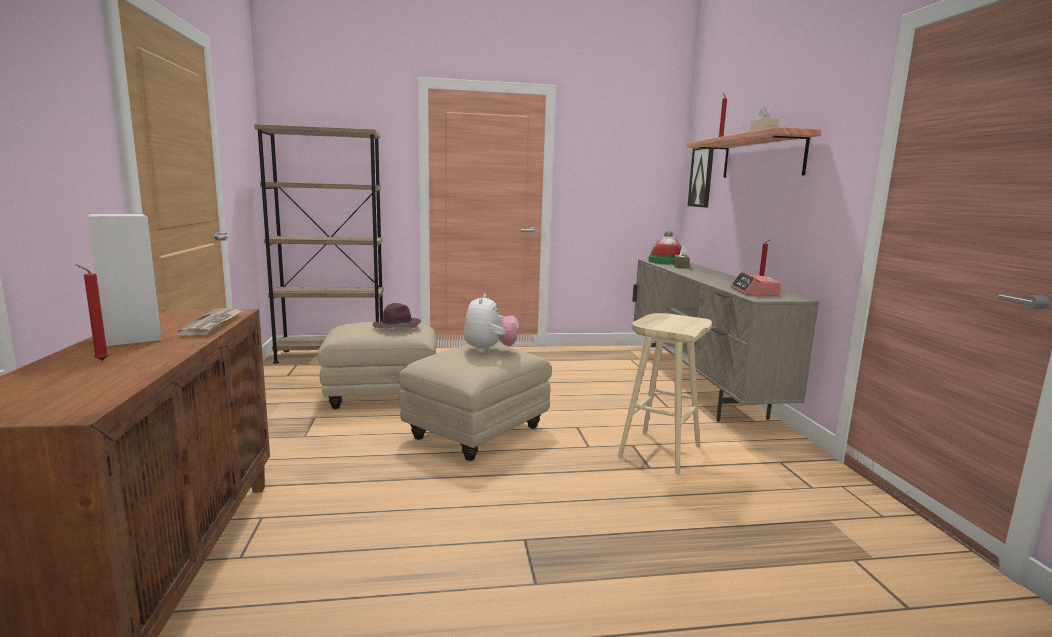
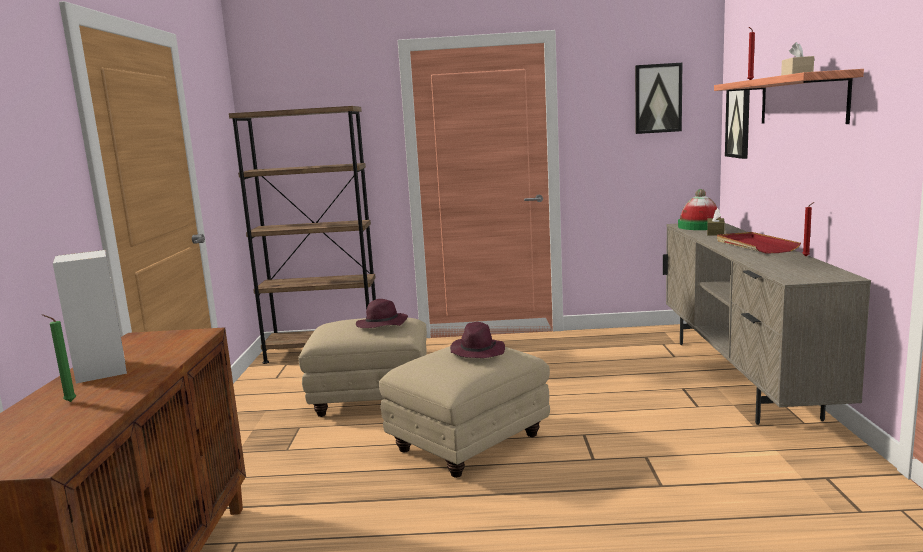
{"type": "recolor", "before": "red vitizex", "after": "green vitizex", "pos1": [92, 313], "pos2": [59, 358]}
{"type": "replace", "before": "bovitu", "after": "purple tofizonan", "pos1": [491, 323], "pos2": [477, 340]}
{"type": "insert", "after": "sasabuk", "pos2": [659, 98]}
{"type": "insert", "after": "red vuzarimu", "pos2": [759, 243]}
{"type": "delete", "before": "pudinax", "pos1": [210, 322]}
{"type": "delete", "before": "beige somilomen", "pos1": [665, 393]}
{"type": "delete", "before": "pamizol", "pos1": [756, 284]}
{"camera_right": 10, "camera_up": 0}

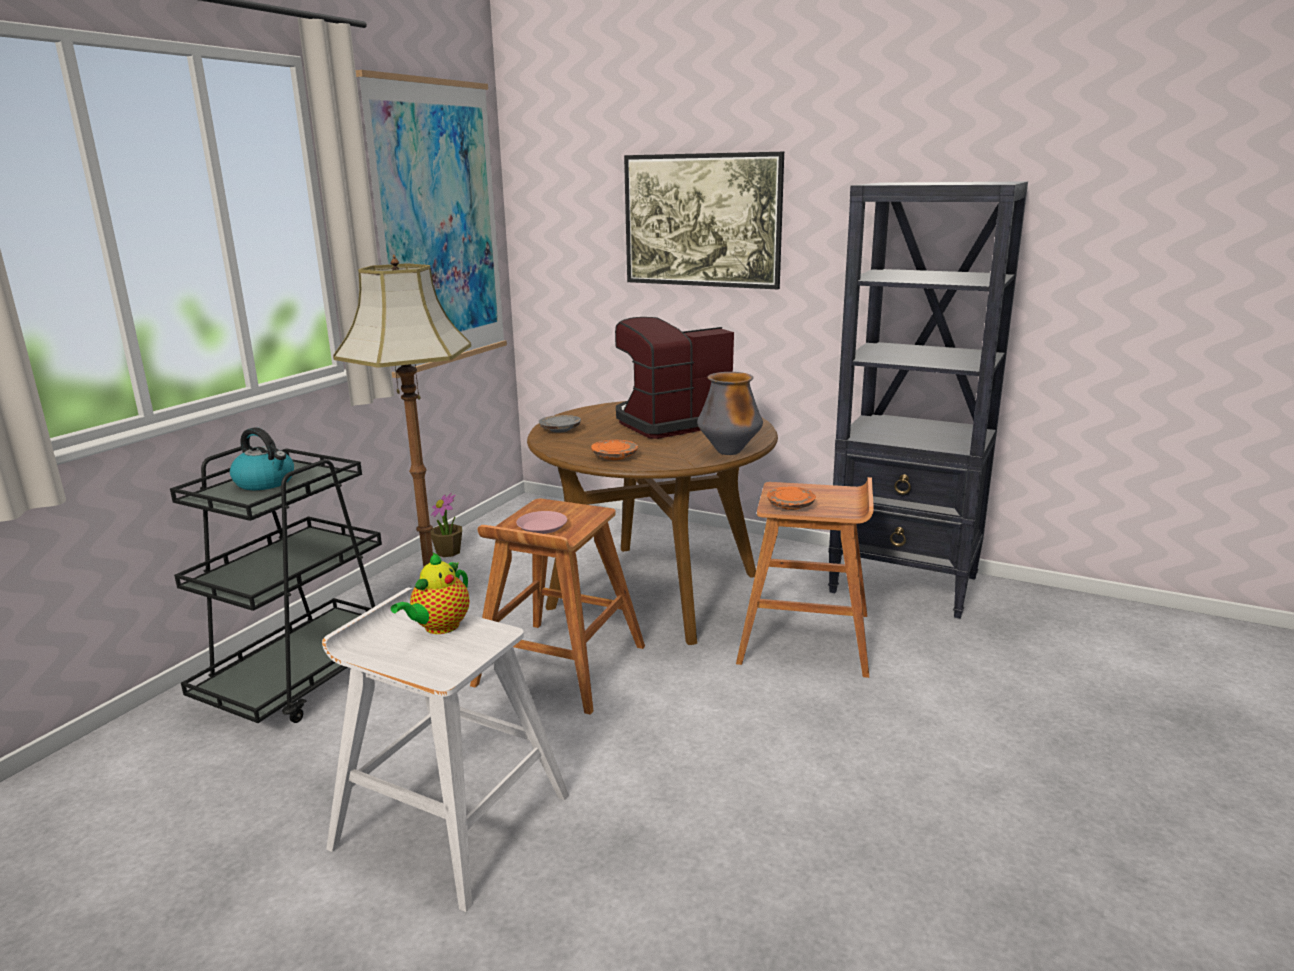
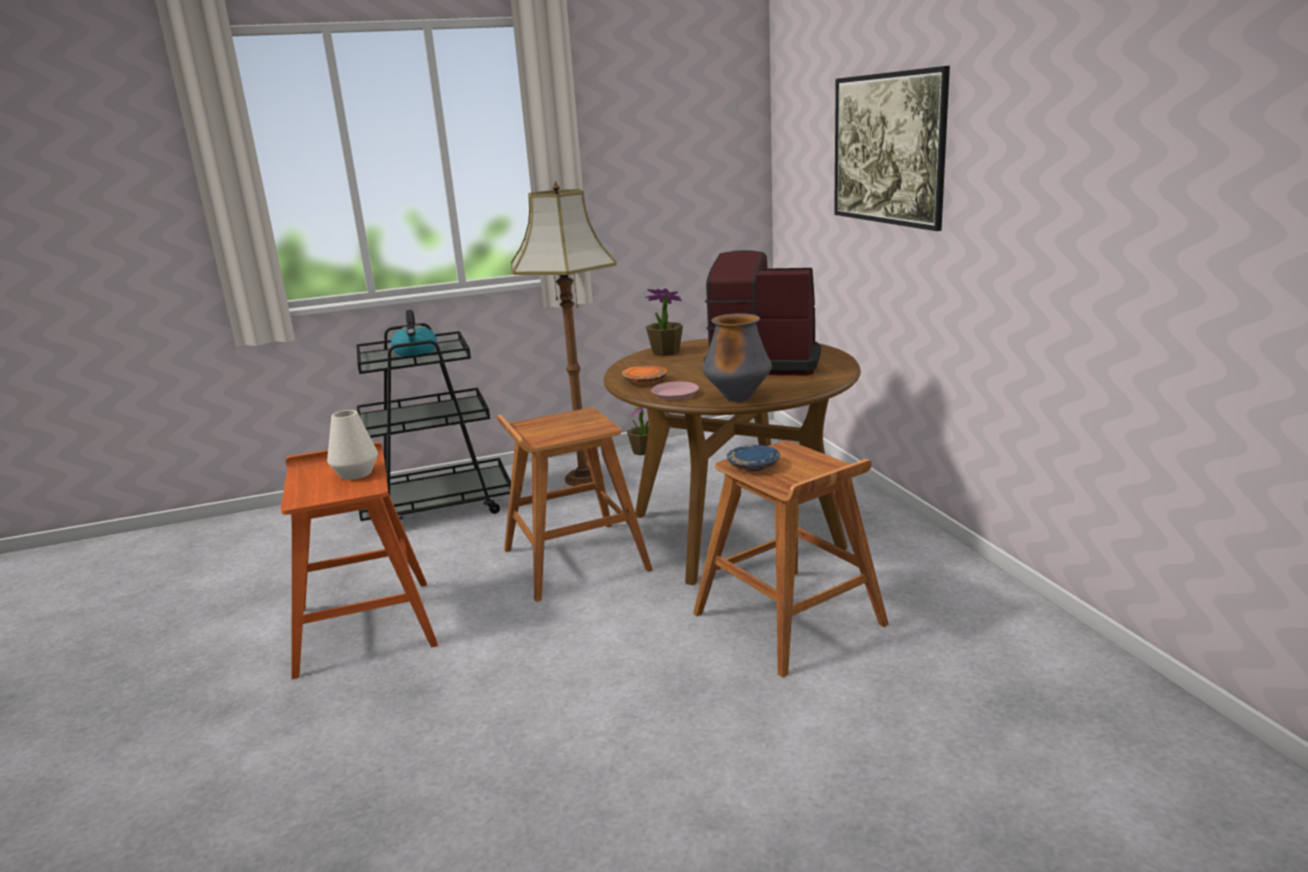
{"type": "recolor", "before": "white somilomen", "after": "orange somilomen", "pos1": [445, 749], "pos2": [359, 560]}
{"type": "replace", "before": "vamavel", "after": "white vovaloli", "pos1": [430, 593], "pos2": [352, 445]}
{"type": "replace", "before": "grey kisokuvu", "after": "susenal", "pos1": [559, 423], "pos2": [664, 322]}
{"type": "move", "before": "pink kisokuvu", "pos1": [541, 522], "pos2": [675, 390]}
{"type": "recolor", "before": "orange kisokuvu", "after": "blue kisokuvu", "pos1": [791, 498], "pos2": [753, 458]}
{"type": "delete", "before": "sasabuk", "pos1": [431, 224]}
{"type": "delete", "before": "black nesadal", "pos1": [928, 400]}
{"camera_right": 45, "camera_up": 0}

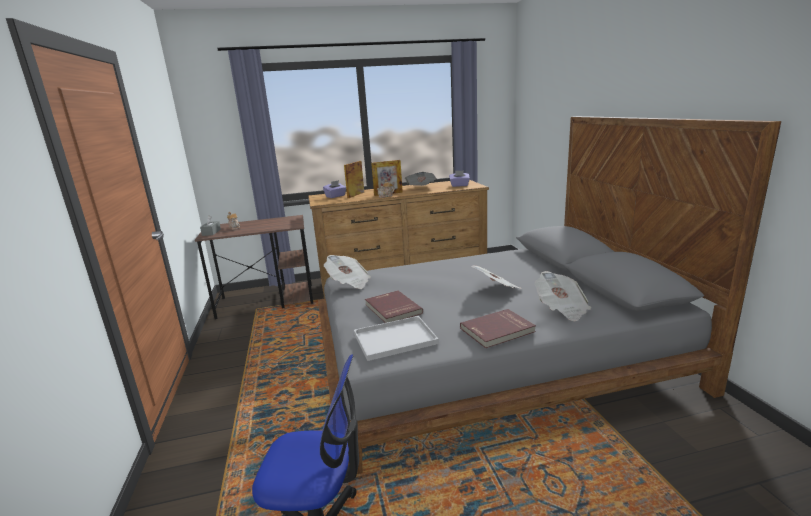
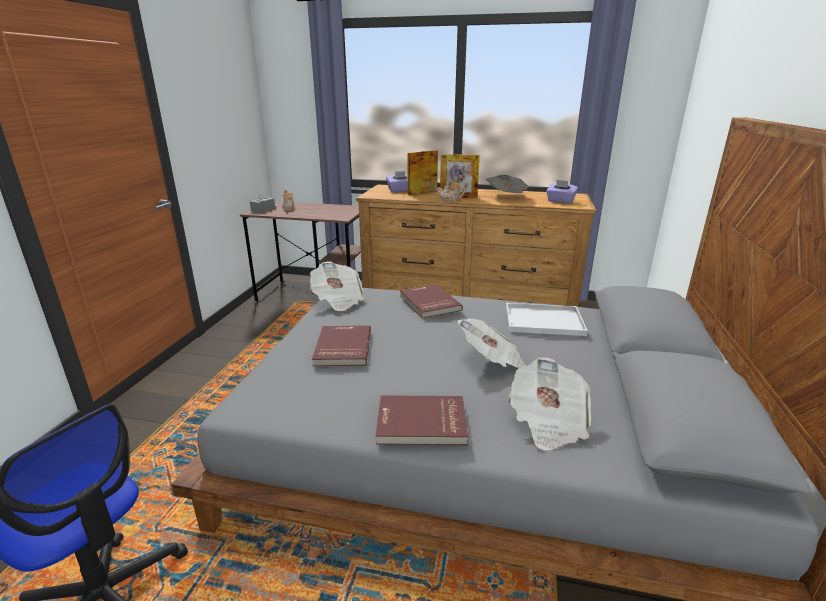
{"type": "insert", "after": "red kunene", "pos2": [431, 301]}
{"type": "move", "before": "white vuzarimu", "pos1": [396, 338], "pos2": [547, 319]}
{"camera_right": 25, "camera_up": 5}

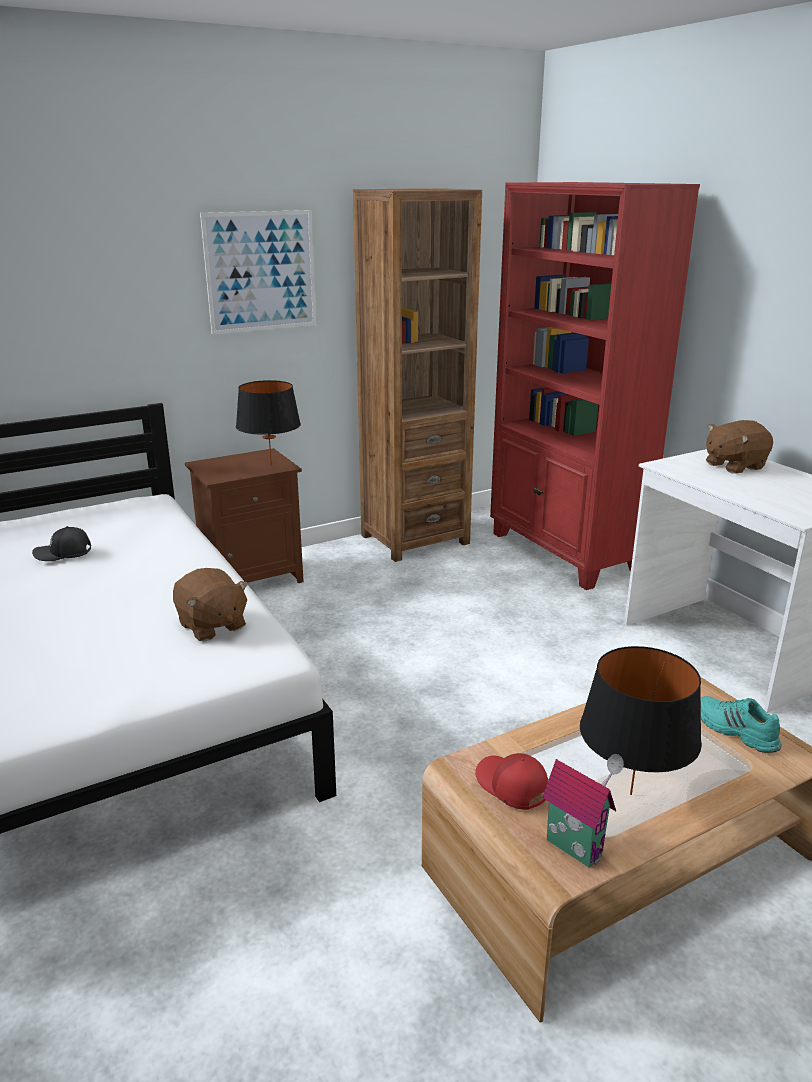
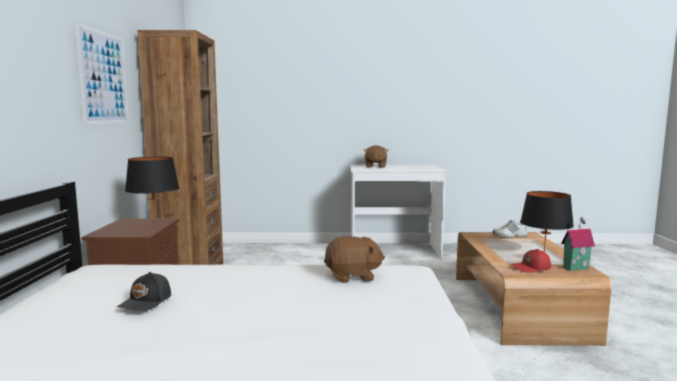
{"type": "recolor", "before": "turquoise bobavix", "after": "white bobavix", "pos1": [741, 724], "pos2": [510, 229]}
{"type": "delete", "before": "red nesadal", "pos1": [595, 386]}
{"camera_right": -60, "camera_up": -15}

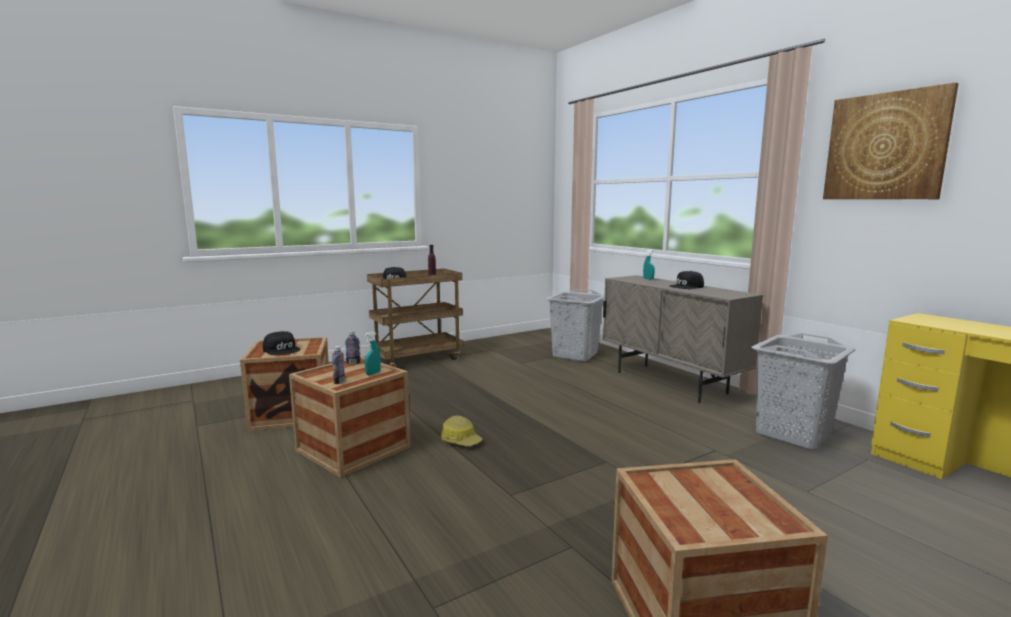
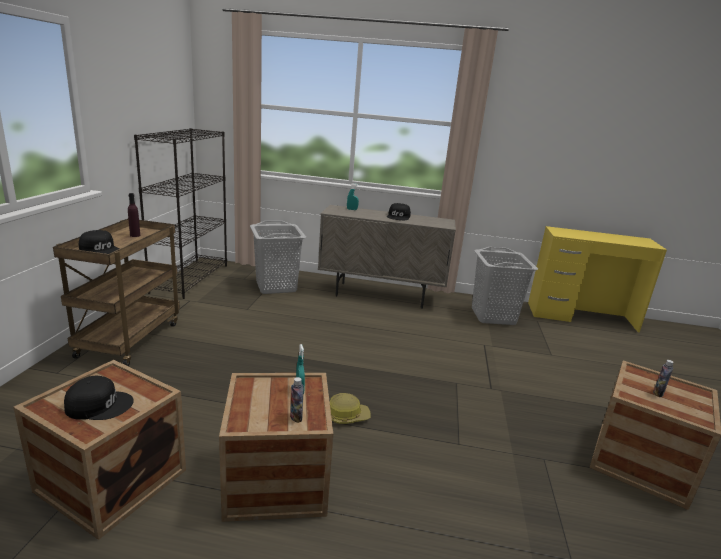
{"type": "insert", "after": "black nesadal", "pos2": [180, 213]}
{"type": "move", "before": "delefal", "pos1": [353, 347], "pos2": [663, 378]}
{"type": "delete", "before": "sasabuk", "pos1": [891, 140]}
{"camera_right": -50, "camera_up": 10}

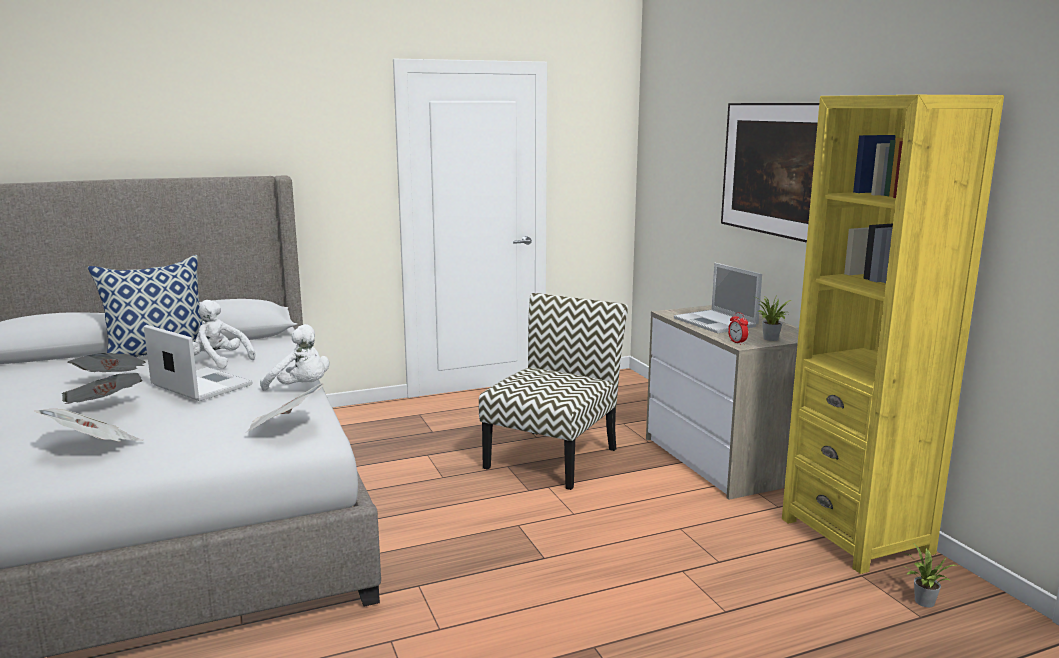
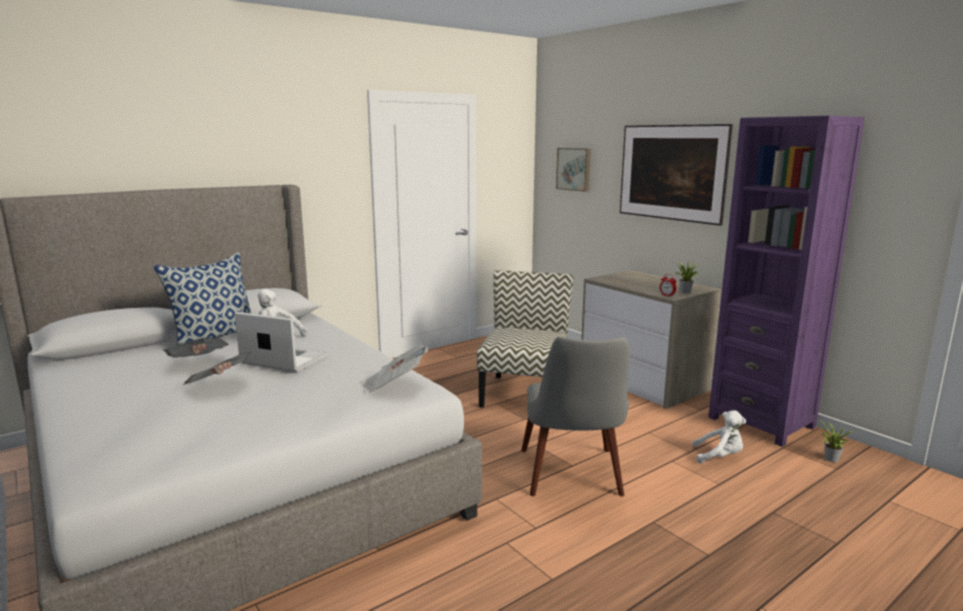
{"type": "insert", "after": "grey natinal", "pos2": [575, 416]}
{"type": "insert", "after": "sasabuk", "pos2": [573, 170]}
{"type": "move", "before": "white bovitu", "pos1": [294, 357], "pos2": [719, 436]}
{"type": "recolor", "before": "yellow nesadal", "after": "purple nesadal", "pos1": [893, 334], "pos2": [786, 281]}
{"type": "delete", "before": "pudinax", "pos1": [88, 425]}
{"type": "delete", "before": "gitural", "pos1": [718, 298]}
{"camera_right": -15, "camera_up": 0}

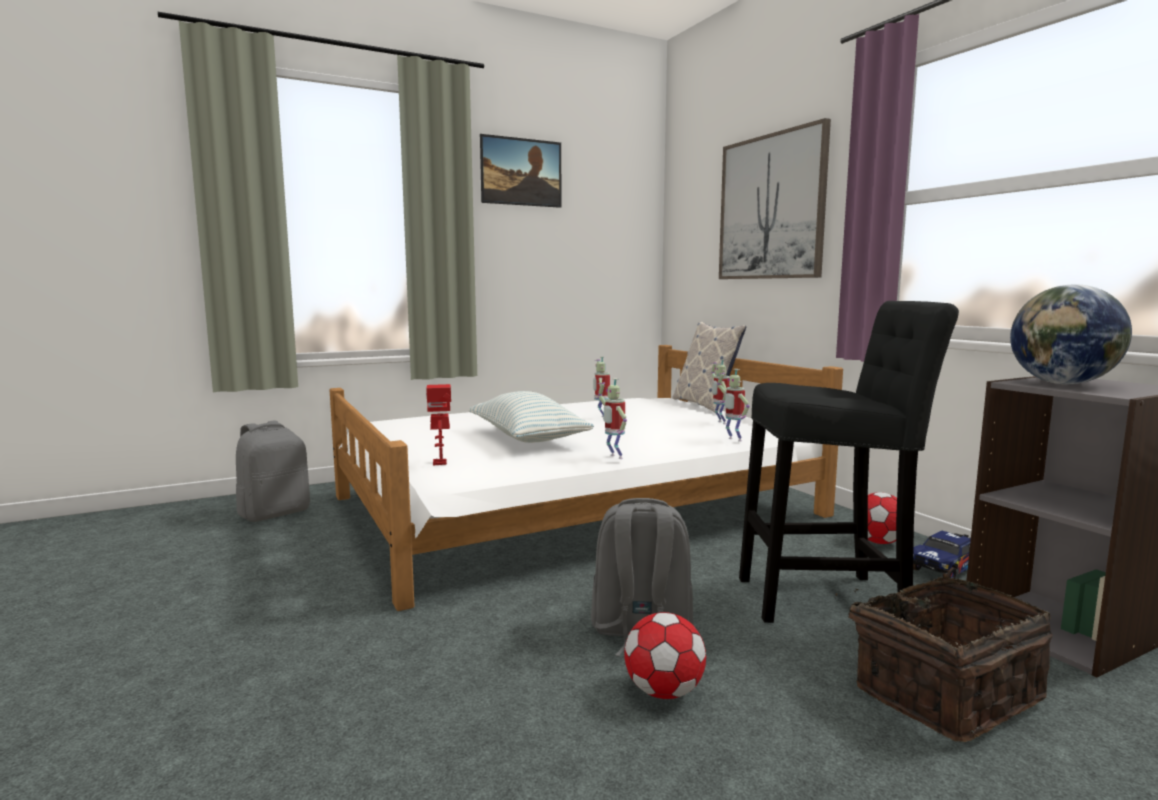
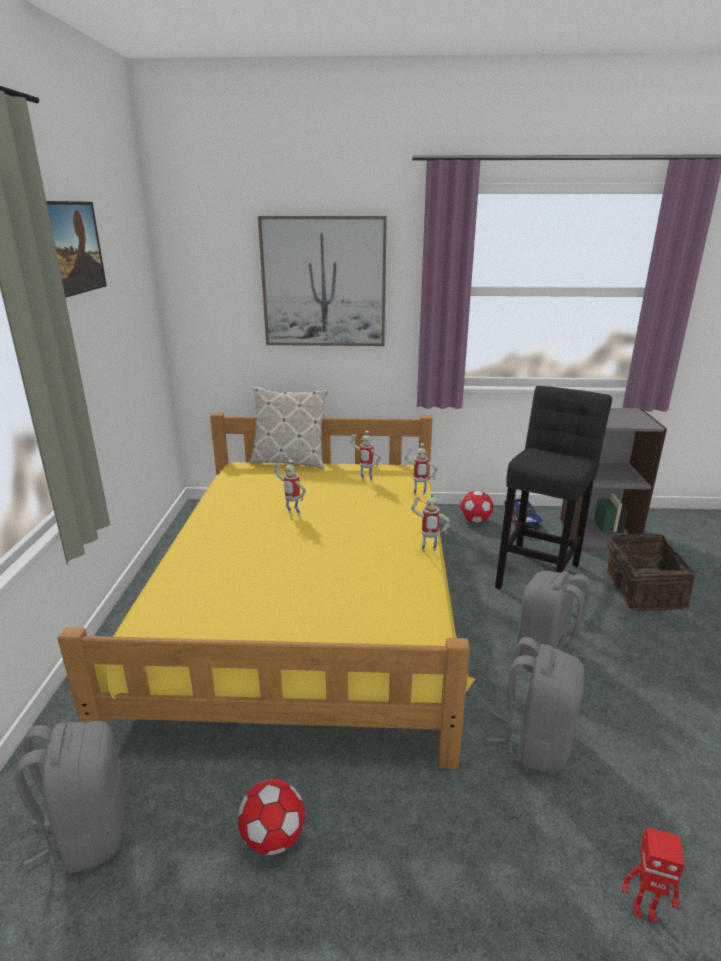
{"type": "recolor", "before": "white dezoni", "after": "yellow dezoni", "pos1": [586, 478], "pos2": [266, 591]}
{"type": "move", "before": "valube", "pos1": [665, 655], "pos2": [271, 817]}
{"type": "insert", "after": "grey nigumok", "pos2": [535, 704]}
{"type": "move", "before": "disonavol", "pos1": [438, 425], "pos2": [653, 875]}
{"type": "delete", "before": "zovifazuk", "pos1": [531, 417]}
{"type": "delete", "before": "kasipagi", "pos1": [1071, 334]}
{"camera_right": -60, "camera_up": 15}

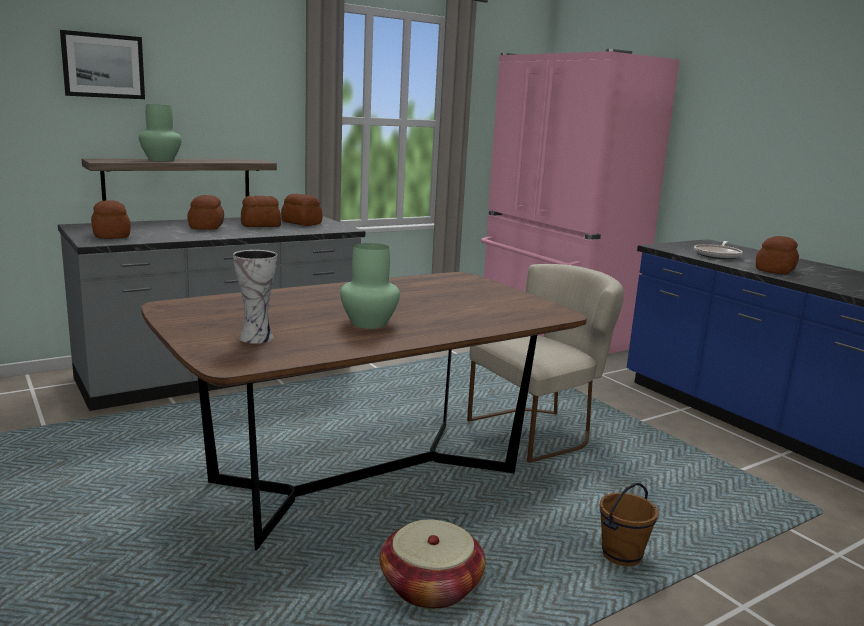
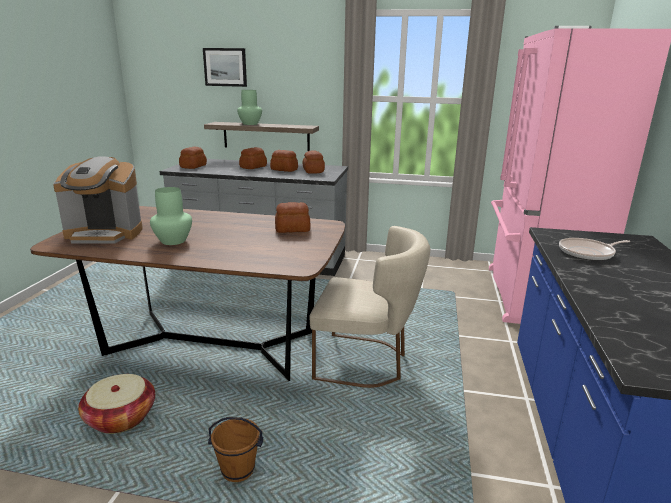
{"type": "replace", "before": "vovaloli", "after": "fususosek", "pos1": [255, 297], "pos2": [98, 200]}
{"type": "move", "before": "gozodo", "pos1": [777, 255], "pos2": [293, 217]}
{"camera_right": 45, "camera_up": 5}

